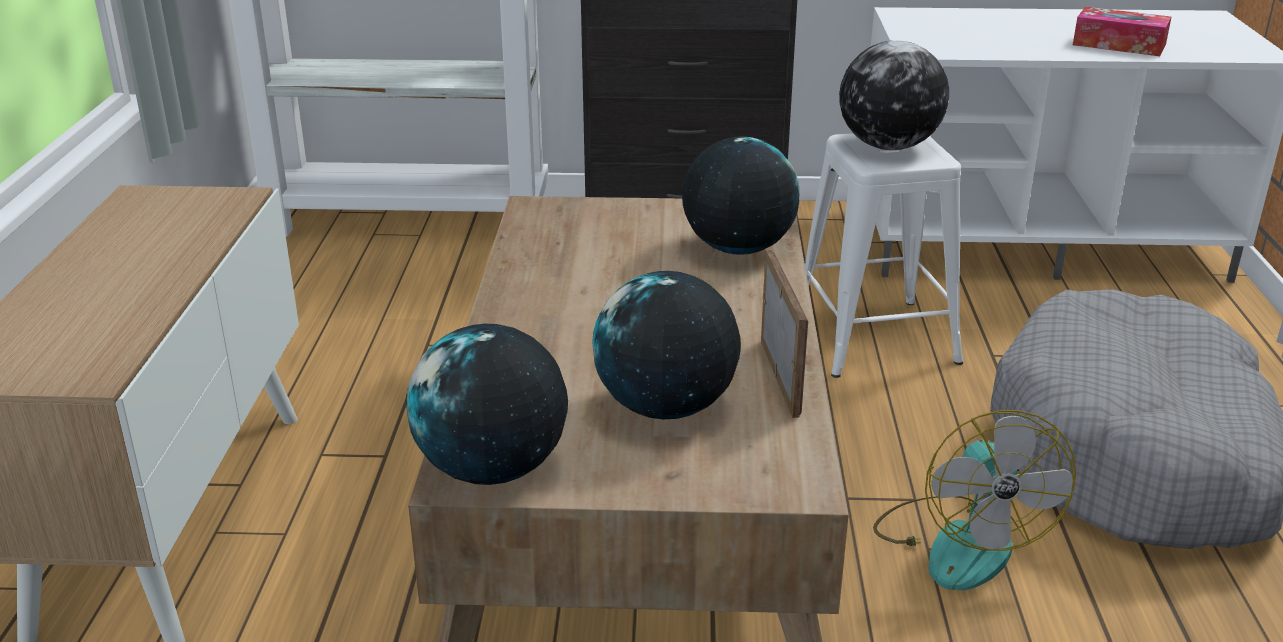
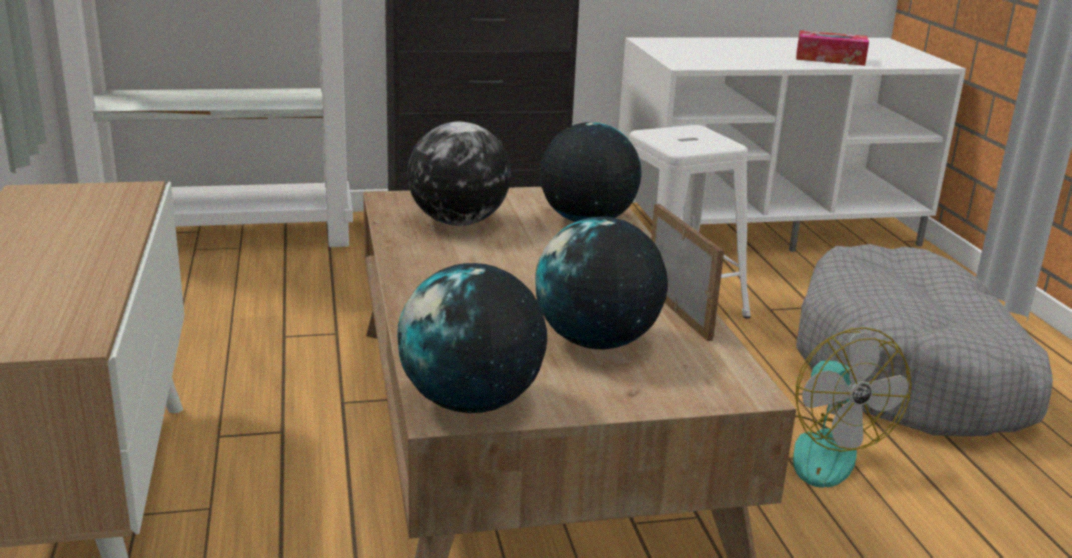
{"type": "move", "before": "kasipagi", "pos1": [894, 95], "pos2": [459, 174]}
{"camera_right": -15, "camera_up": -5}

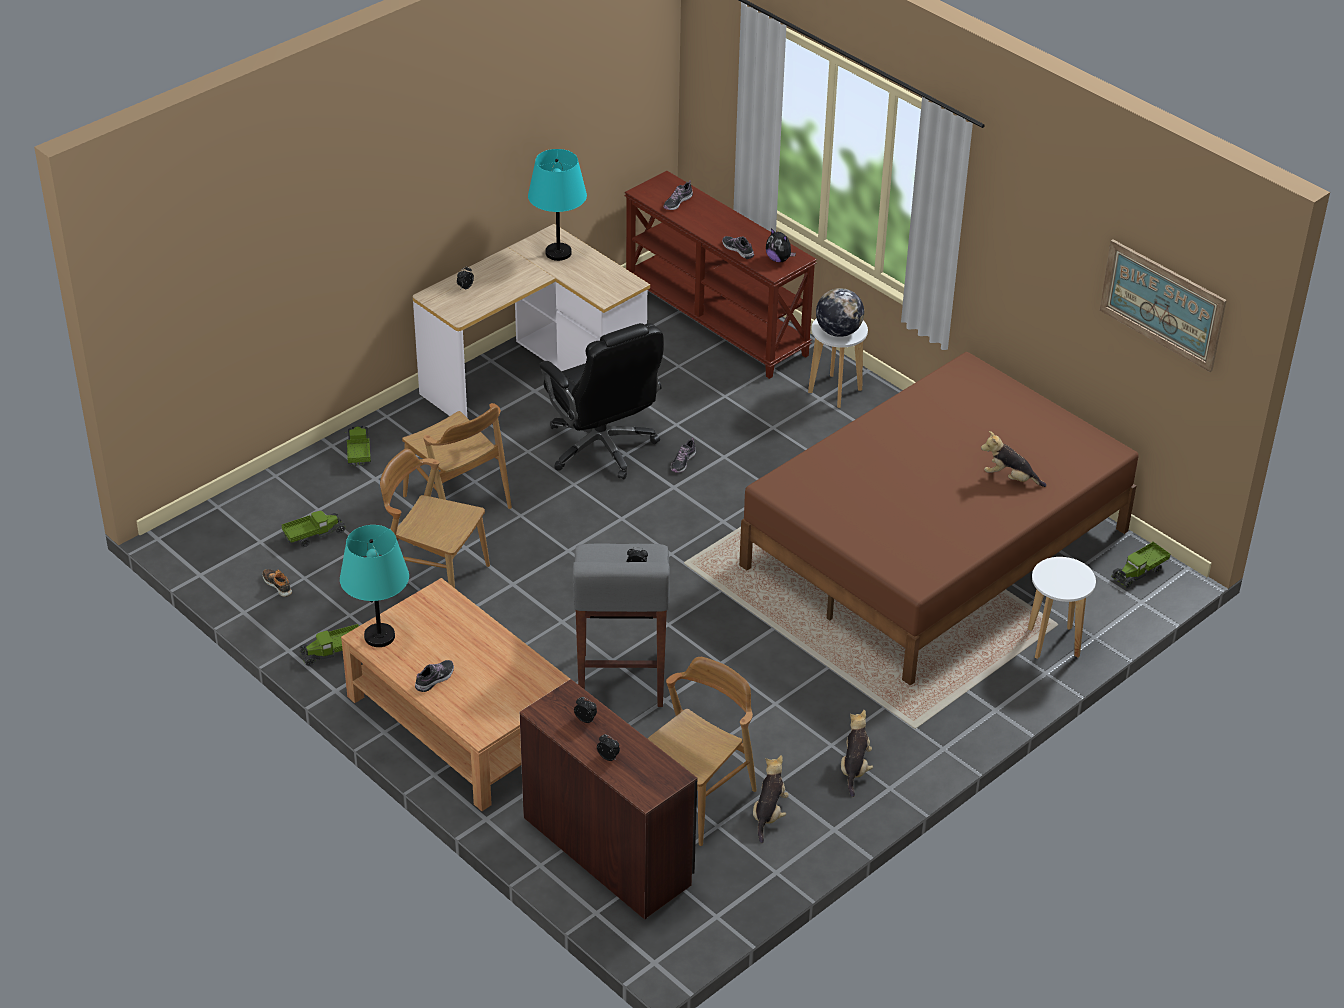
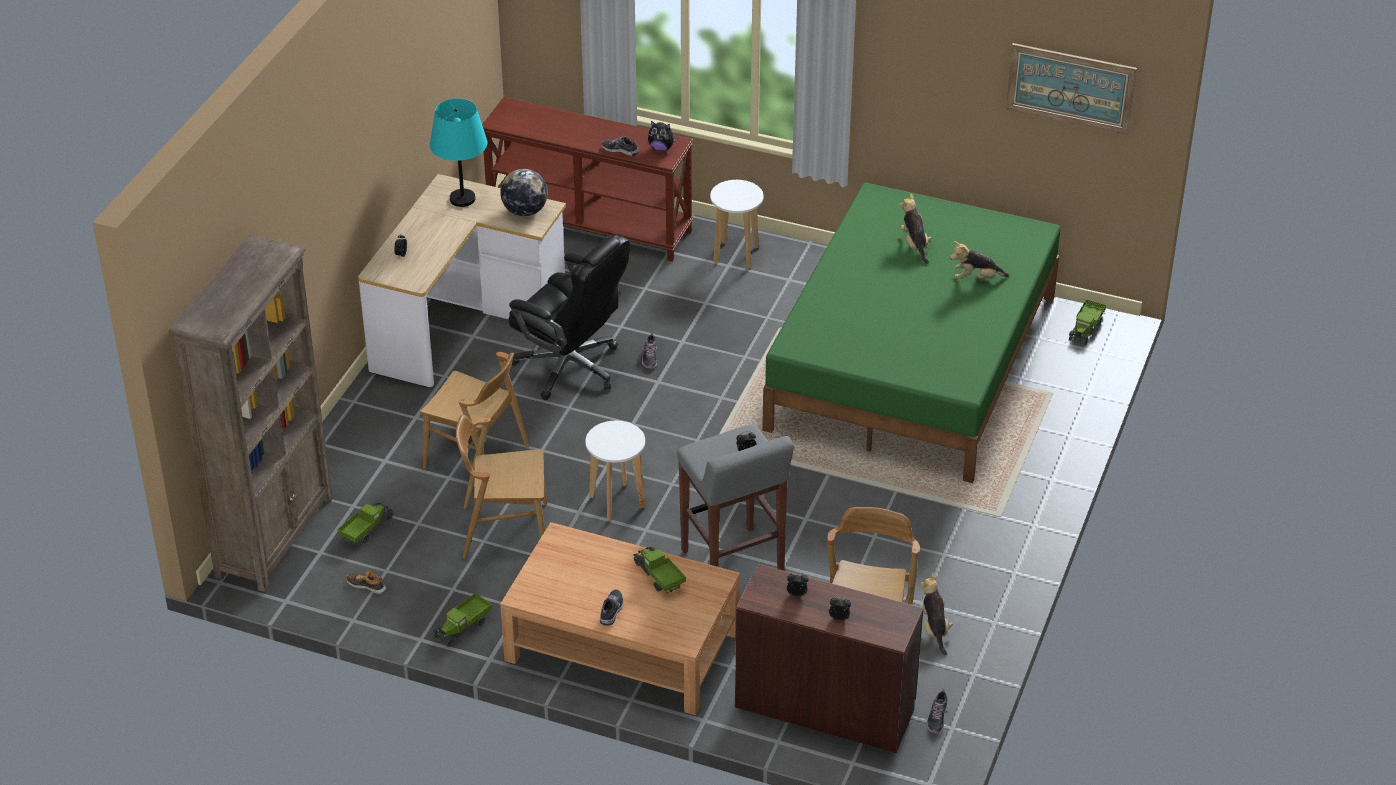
{"type": "insert", "after": "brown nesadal", "pos2": [251, 413]}
{"type": "move", "before": "kasipagi", "pos1": [840, 312], "pos2": [524, 192]}
{"type": "move", "before": "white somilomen", "pos1": [1062, 608], "pos2": [615, 471]}
{"type": "move", "before": "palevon", "pos1": [358, 446], "pos2": [659, 570]}
{"type": "recolor", "before": "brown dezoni", "after": "green dezoni", "pos1": [938, 519], "pos2": [911, 333]}
{"type": "move", "before": "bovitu", "pos1": [857, 753], "pos2": [916, 228]}
{"type": "move", "before": "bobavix", "pos1": [678, 195], "pos2": [936, 711]}
{"type": "delete", "before": "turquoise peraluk", "pos1": [374, 586]}
{"camera_right": -25, "camera_up": 0}

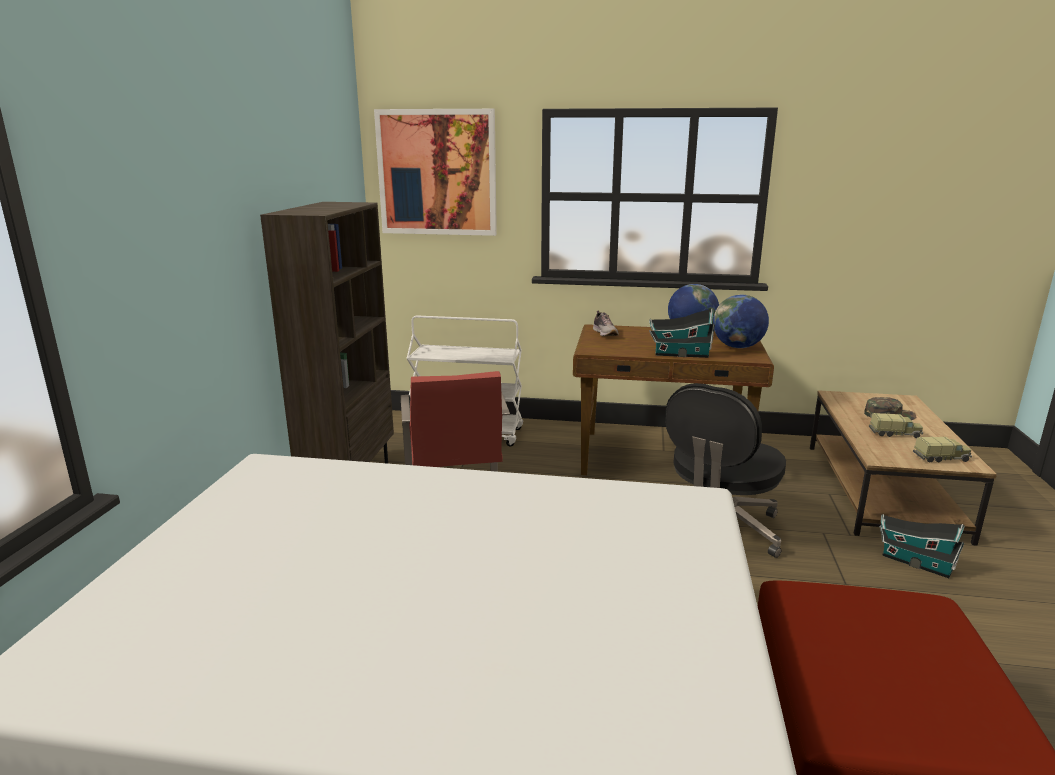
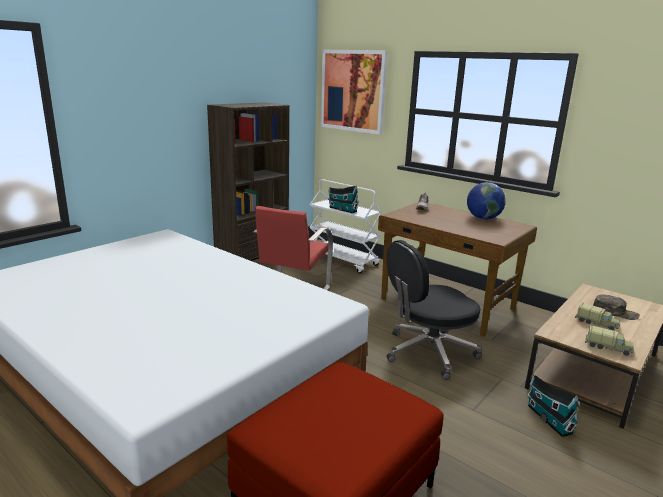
{"type": "move", "before": "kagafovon", "pos1": [682, 333], "pos2": [343, 199]}
{"type": "delete", "before": "kasipagi", "pos1": [741, 321]}
{"camera_right": 30, "camera_up": 0}

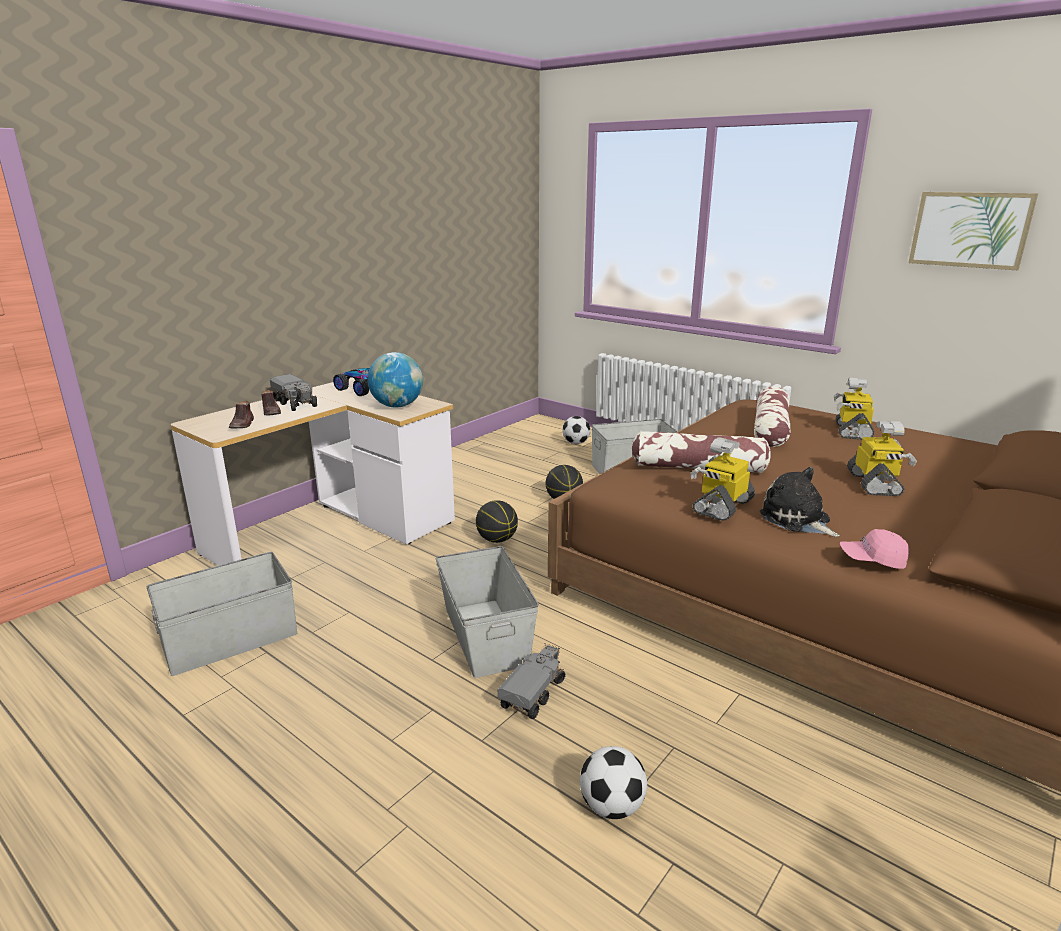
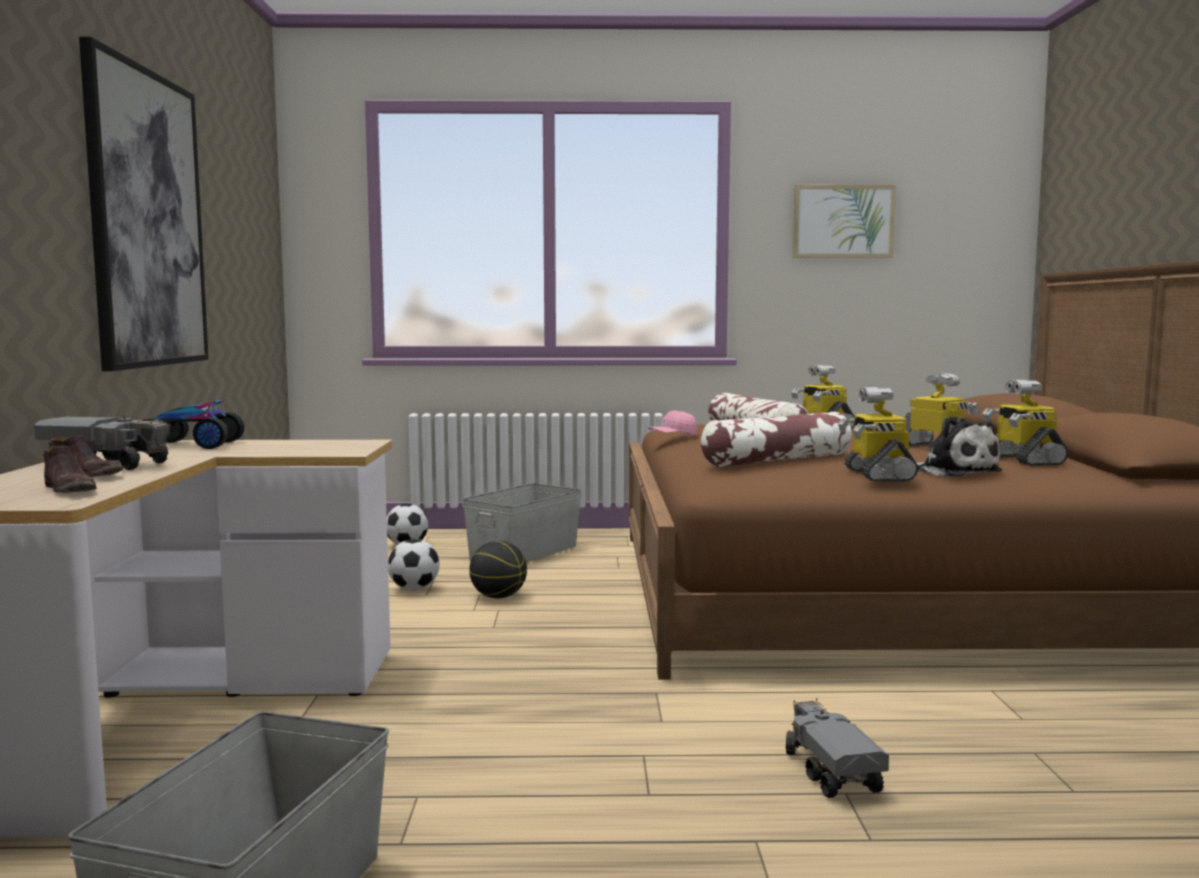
{"type": "insert", "after": "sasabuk", "pos2": [144, 204]}
{"type": "move", "before": "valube", "pos1": [613, 782], "pos2": [414, 564]}
{"type": "move", "before": "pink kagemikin", "pos1": [874, 549], "pos2": [672, 423]}
{"type": "rotate", "before": "bovitu", "pos1": [800, 502], "pos2": [959, 447], "turn": -135}
{"type": "insert", "after": "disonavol", "pos2": [1025, 423]}
{"type": "delete", "before": "kasipagi", "pos1": [395, 380]}
{"type": "delete", "before": "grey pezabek", "pos1": [487, 612]}
{"type": "delete", "before": "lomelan", "pos1": [497, 521]}
{"camera_right": -40, "camera_up": -15}

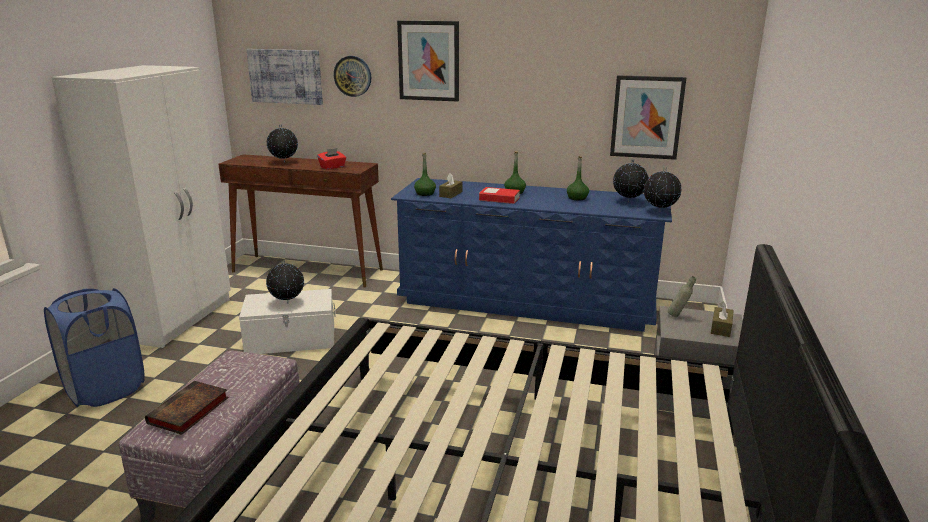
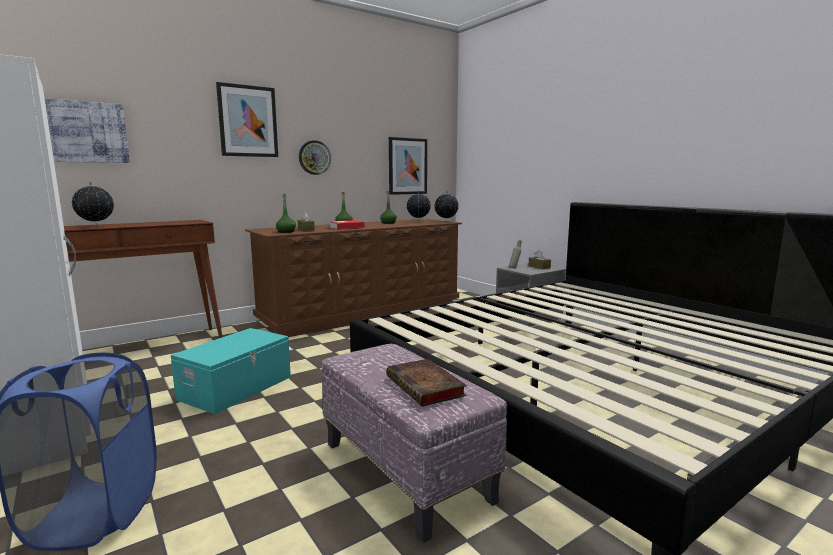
{"type": "recolor", "before": "white pezabek", "after": "turquoise pezabek", "pos1": [287, 321], "pos2": [231, 371]}
{"type": "recolor", "before": "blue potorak", "after": "brown potorak", "pos1": [531, 255], "pos2": [353, 278]}
{"type": "move", "before": "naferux", "pos1": [352, 76], "pos2": [315, 157]}
{"type": "delete", "before": "kasipagi", "pos1": [285, 281]}
{"type": "delete", "before": "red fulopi", "pos1": [331, 159]}
{"camera_right": -50, "camera_up": -10}

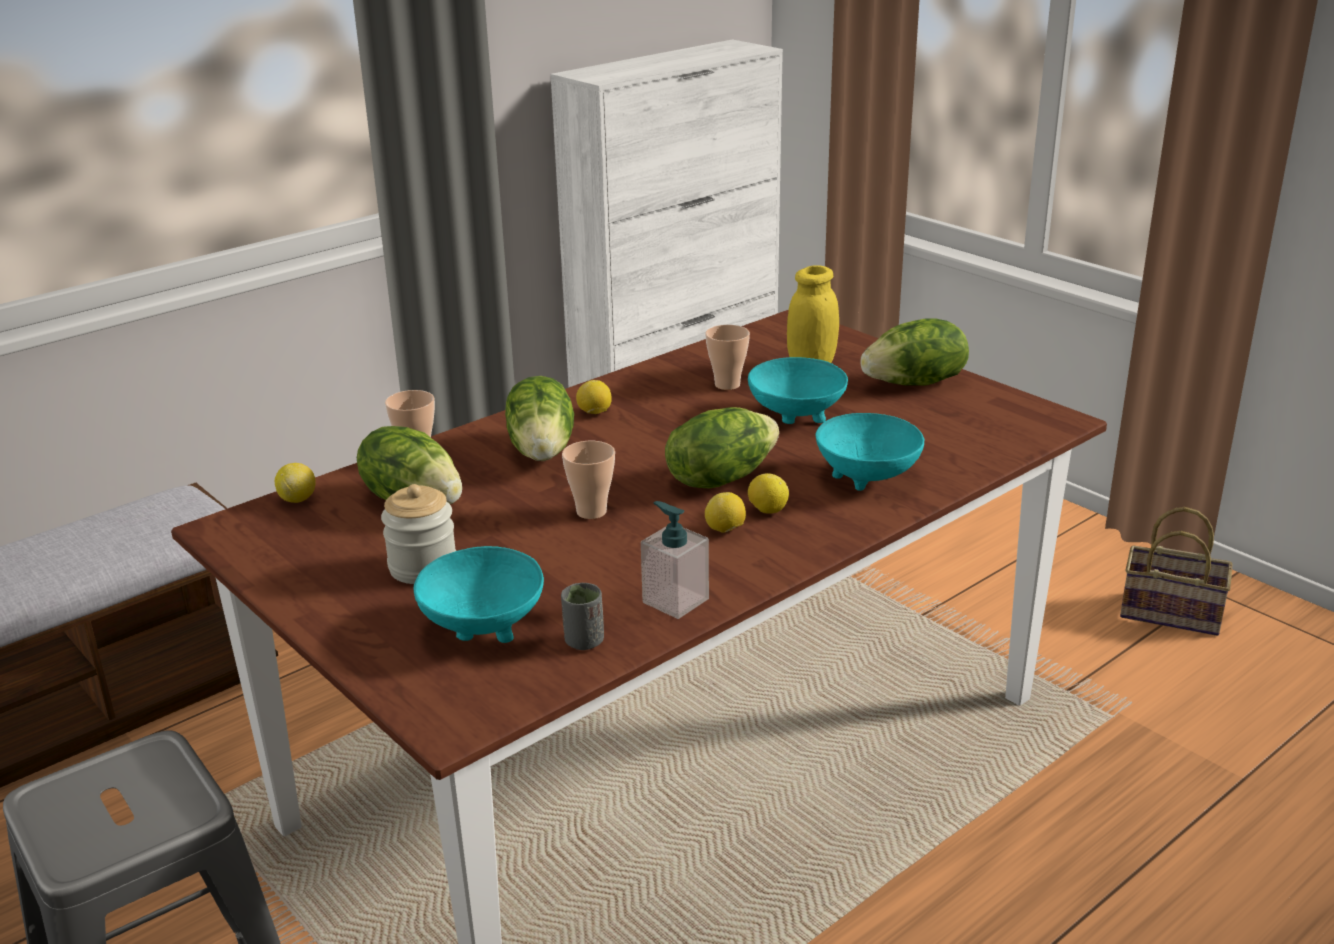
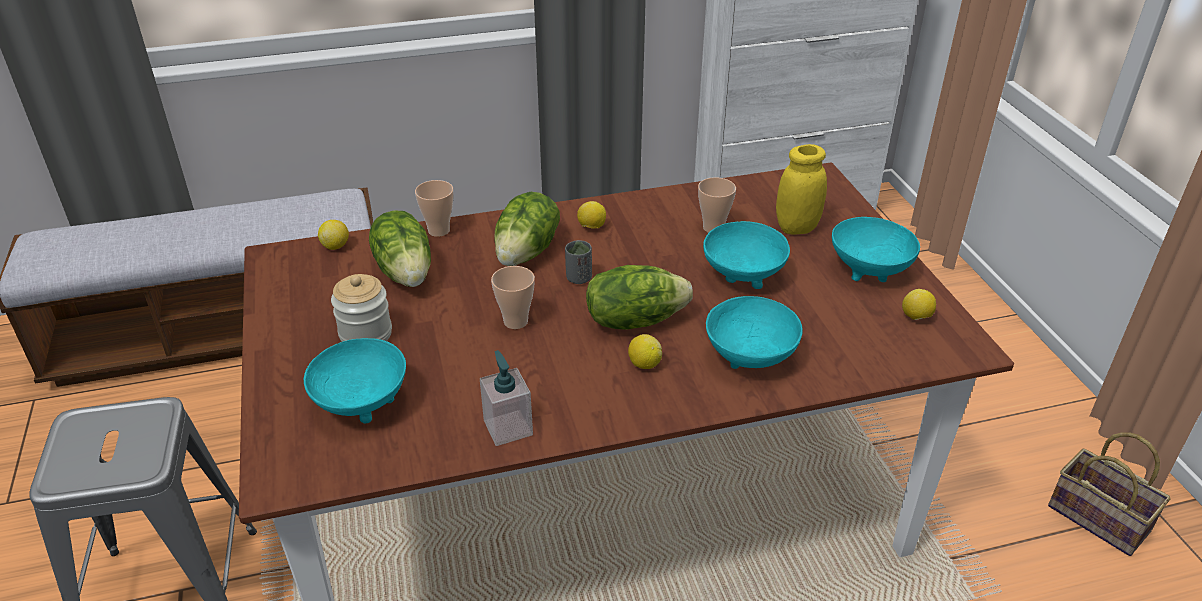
{"type": "move", "before": "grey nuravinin", "pos1": [582, 616], "pos2": [578, 262]}
{"type": "replace", "before": "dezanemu", "after": "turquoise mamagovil", "pos1": [914, 352], "pos2": [876, 249]}
{"type": "move", "before": "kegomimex", "pos1": [725, 512], "pos2": [919, 304]}
{"camera_right": 25, "camera_up": 10}

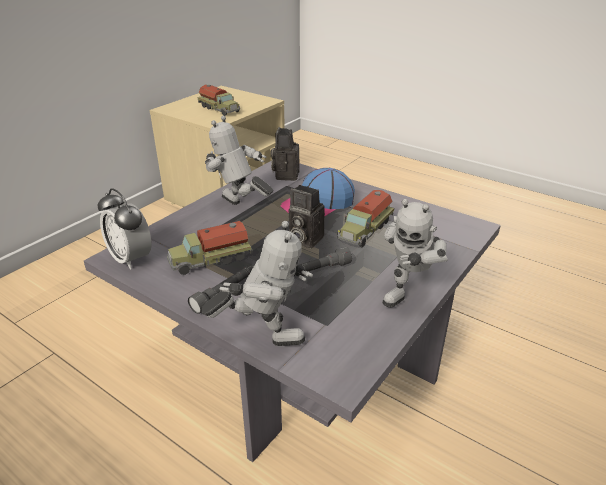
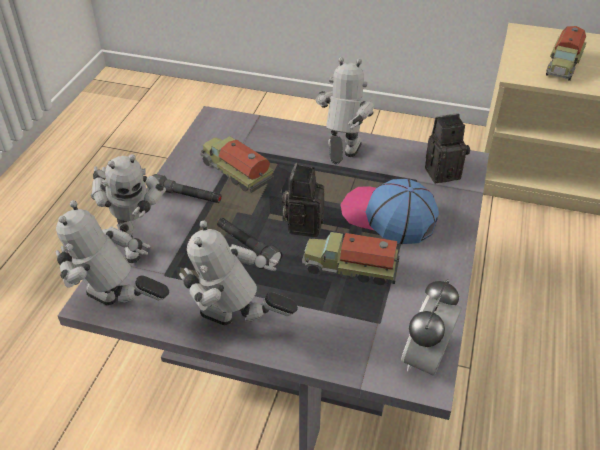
{"type": "insert", "after": "disonavol", "pos2": [112, 252]}
{"type": "move", "before": "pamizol", "pos1": [125, 229], "pos2": [431, 327]}
{"camera_right": 70, "camera_up": 10}

